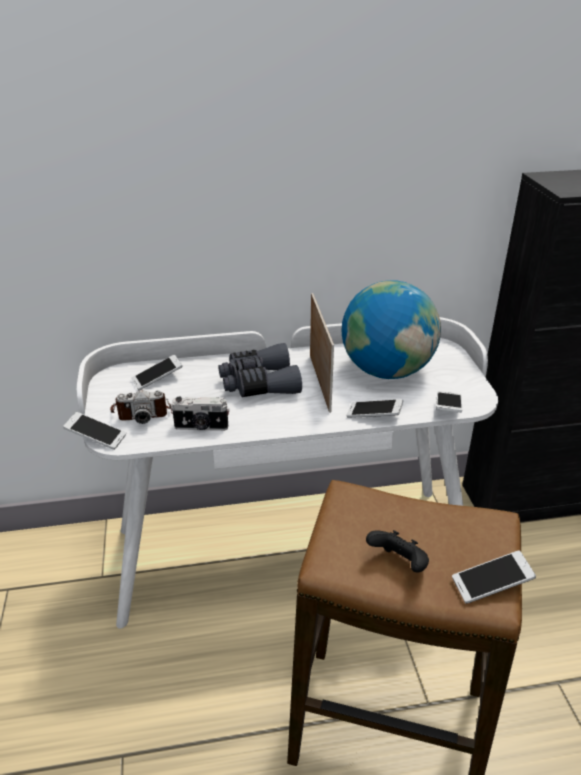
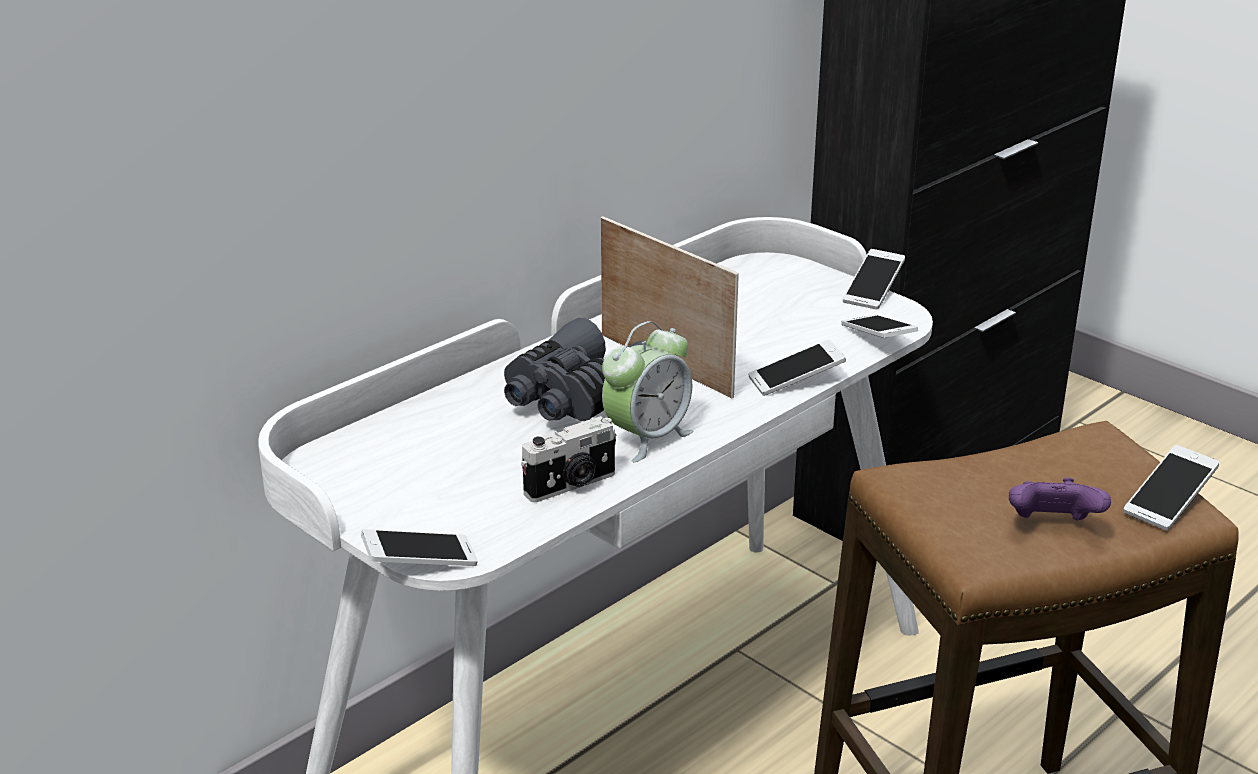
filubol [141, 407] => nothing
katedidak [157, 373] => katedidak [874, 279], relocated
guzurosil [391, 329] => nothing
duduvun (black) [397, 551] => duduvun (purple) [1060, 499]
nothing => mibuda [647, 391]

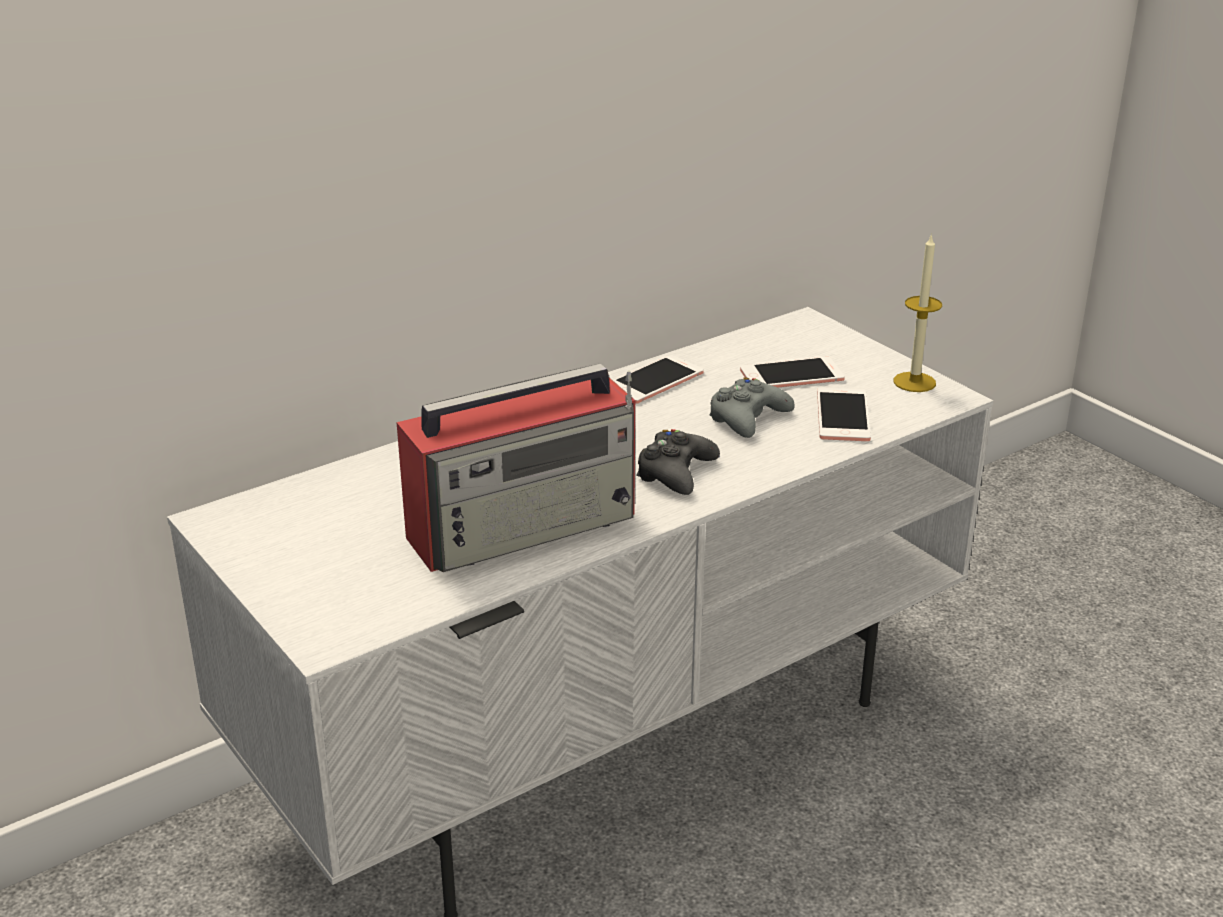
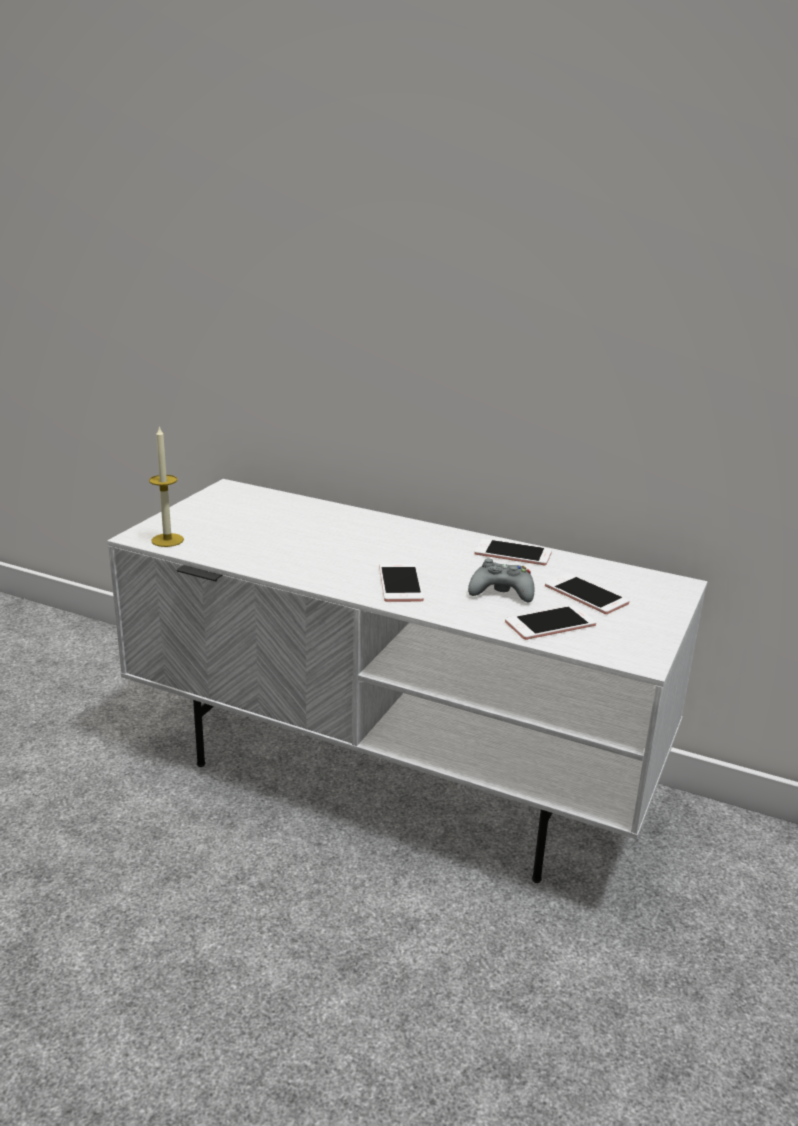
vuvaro [516, 467] => nothing
duduvun (black) [678, 462] => katedidak [401, 583]
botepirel [918, 312] => botepirel [166, 486], relocated

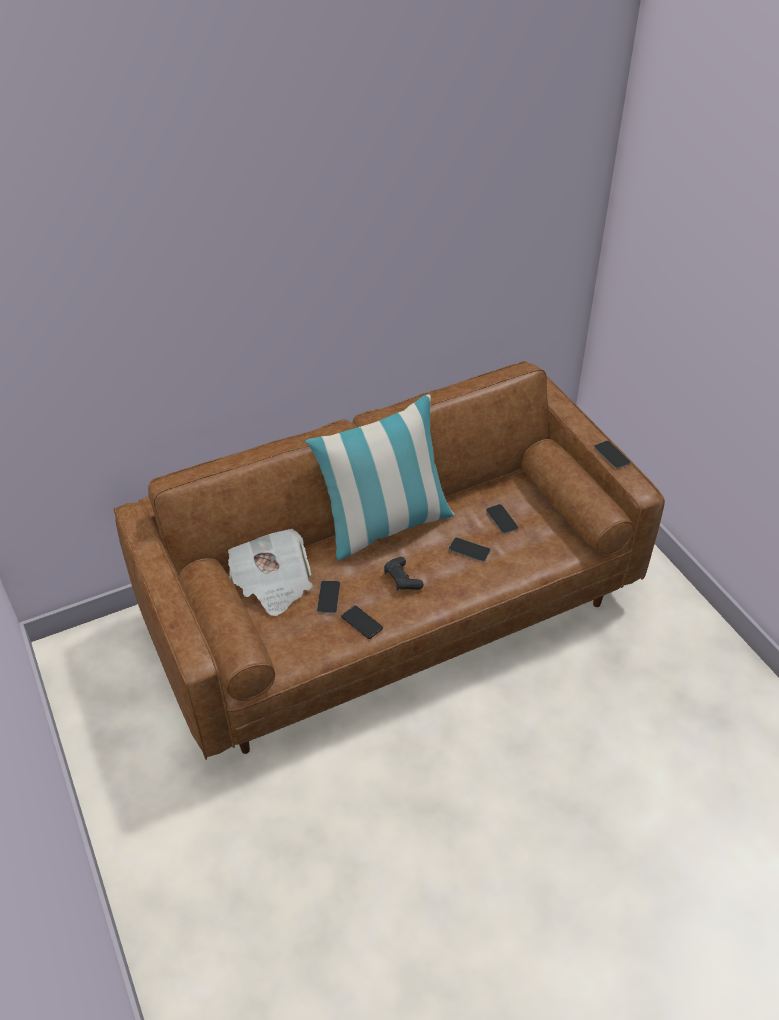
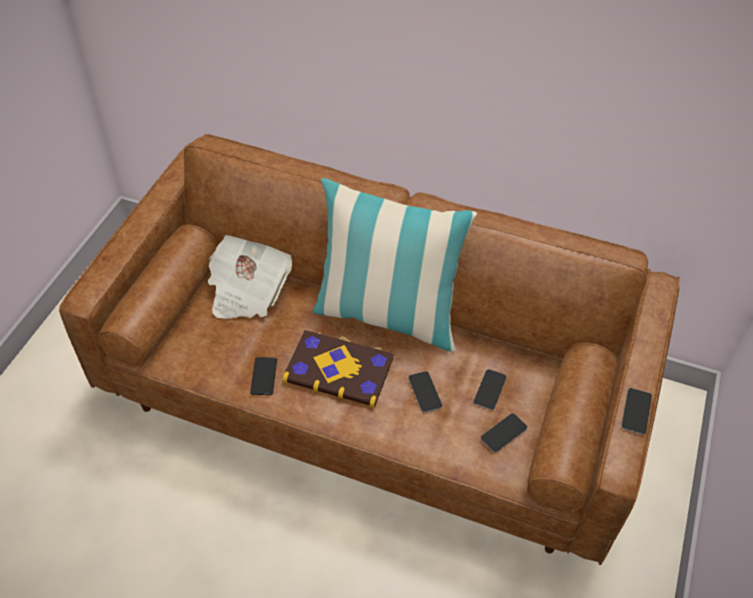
katedidak [328, 597] => katedidak [504, 432], relocated
duduvun (black) [403, 573] => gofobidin [338, 368]

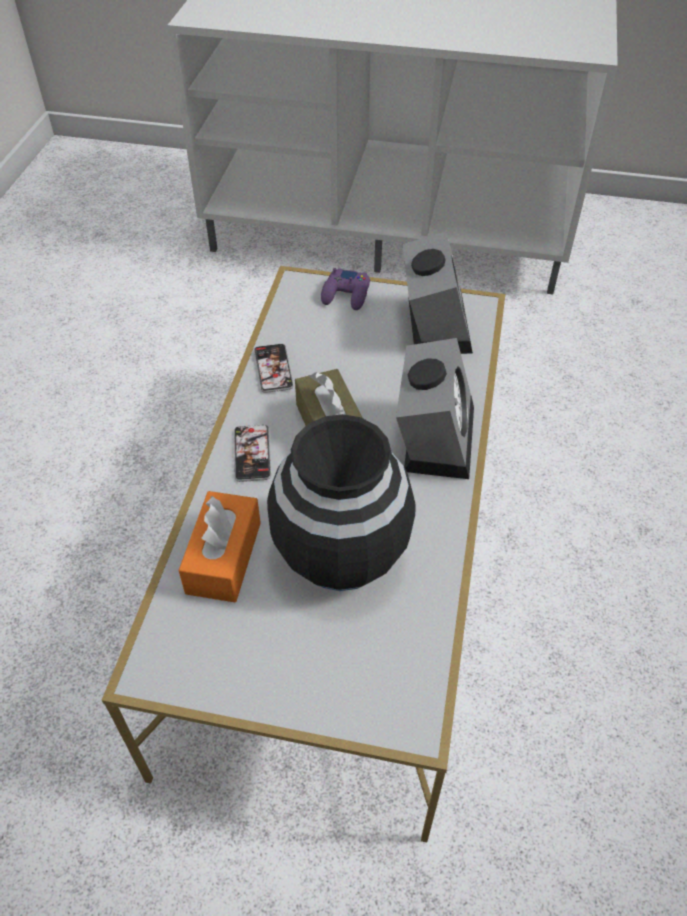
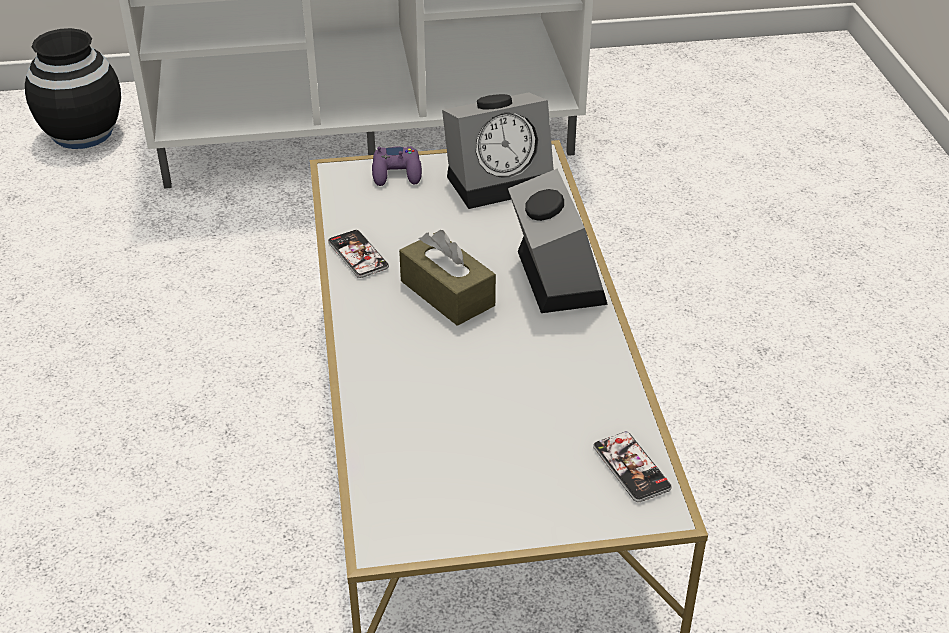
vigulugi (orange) [219, 546] => nothing
katedidak [252, 453] => katedidak [632, 466], relocated
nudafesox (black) [341, 502] => nudafesox (black) [73, 88], relocated
mibuda [438, 292] => mibuda [498, 150], 90 degrees clockwise

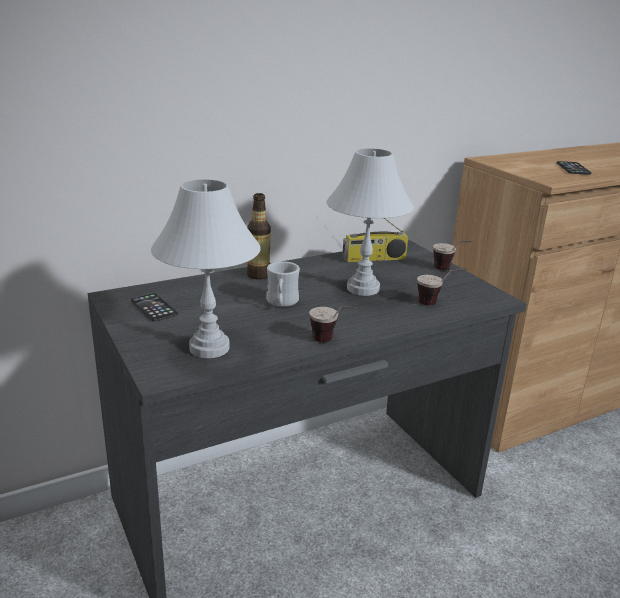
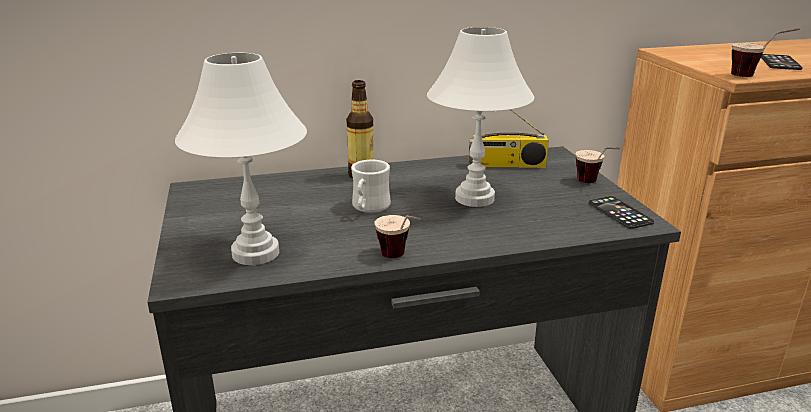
katedidak [154, 307] => katedidak [621, 212], relocated
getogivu [442, 287] => getogivu [765, 52], relocated

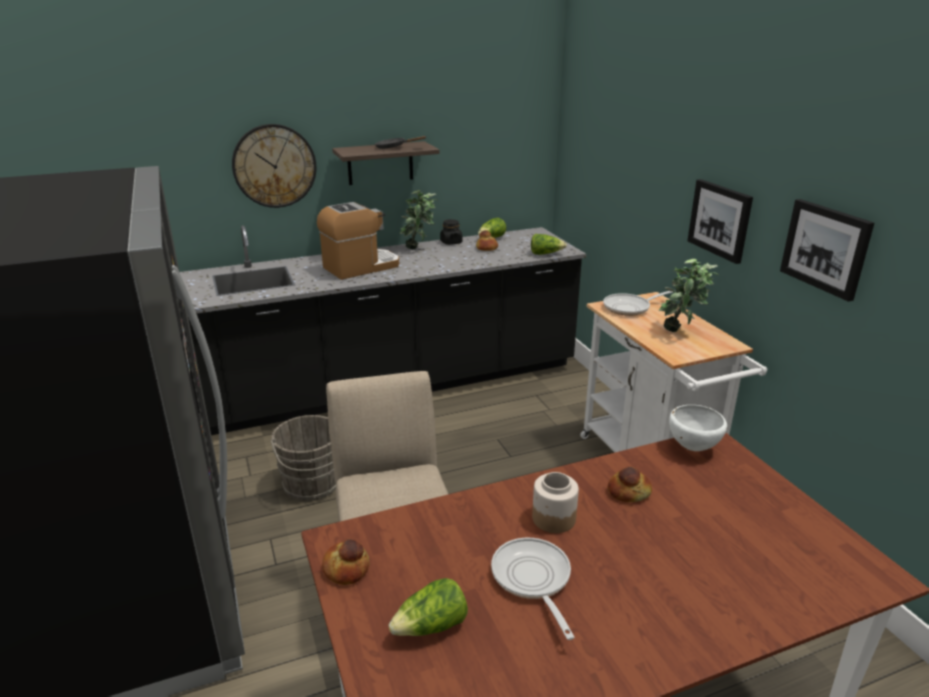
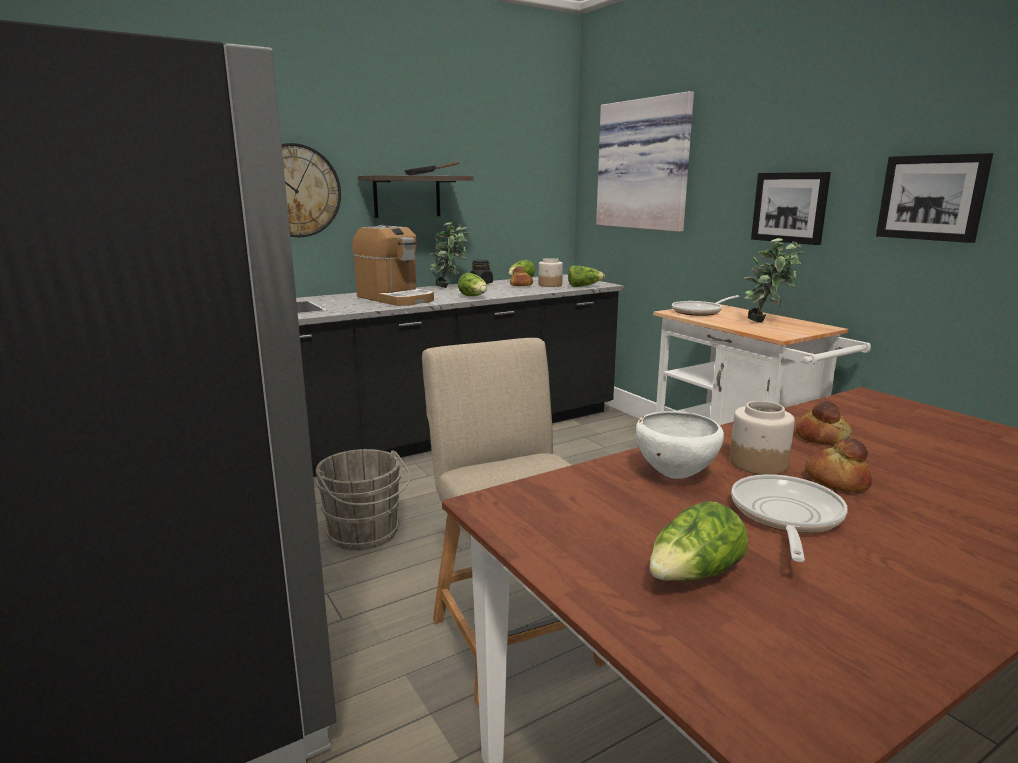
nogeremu [358, 241] => nogeremu [393, 265], 90 degrees clockwise
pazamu [345, 562] => pazamu [838, 465], relocated
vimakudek [533, 589] => vimakudek [789, 518], 45 degrees clockwise
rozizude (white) [698, 428] => rozizude (white) [680, 445], relocated
nothing => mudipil [472, 284]
nothing => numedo [550, 272]
nothing => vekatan [645, 161]

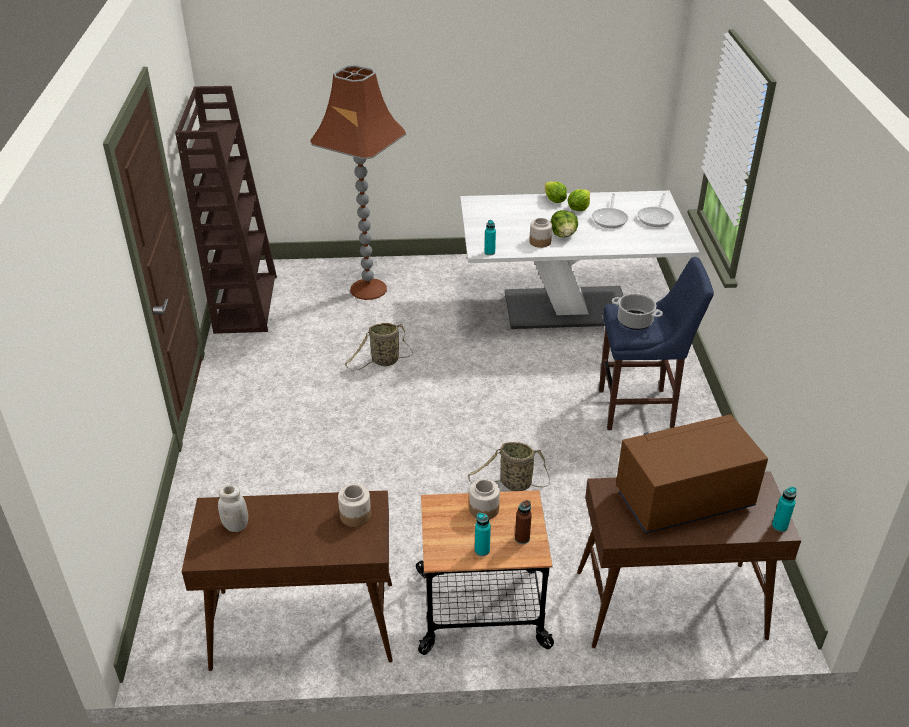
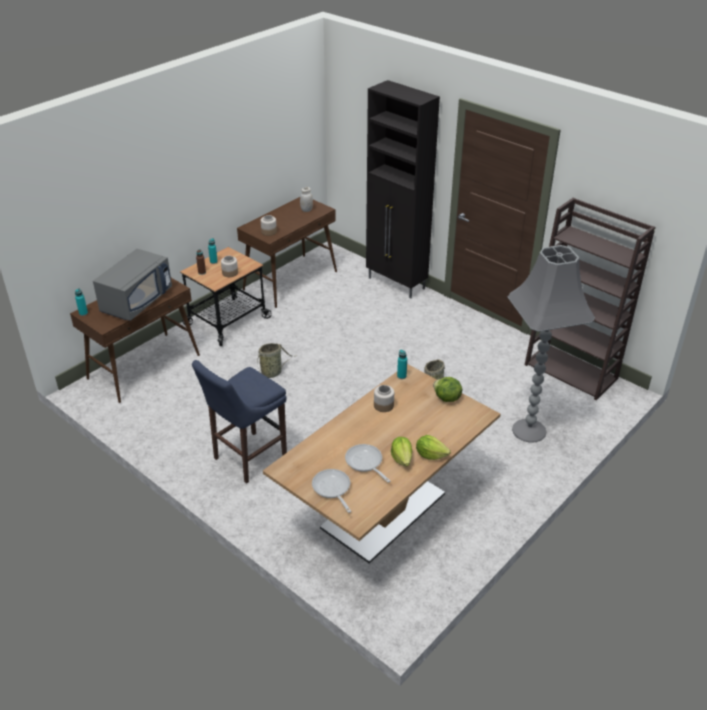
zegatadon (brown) [358, 182] => zegatadon (grey) [551, 344]
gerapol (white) [580, 260] => gerapol (brown) [381, 464]
mudipil [564, 223] => mudipil [447, 389], relocated
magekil [637, 311] => nothing
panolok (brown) [692, 474] => panolok (grey) [132, 285]
nothing => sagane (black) [403, 189]

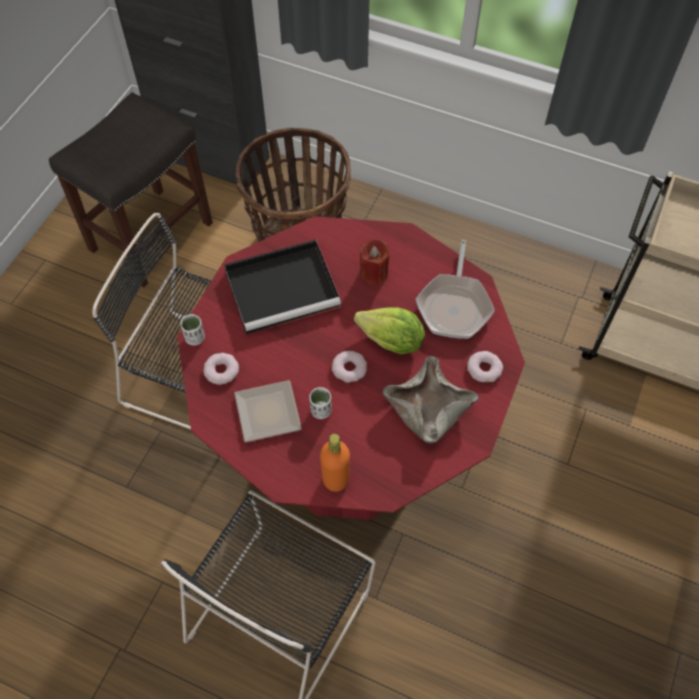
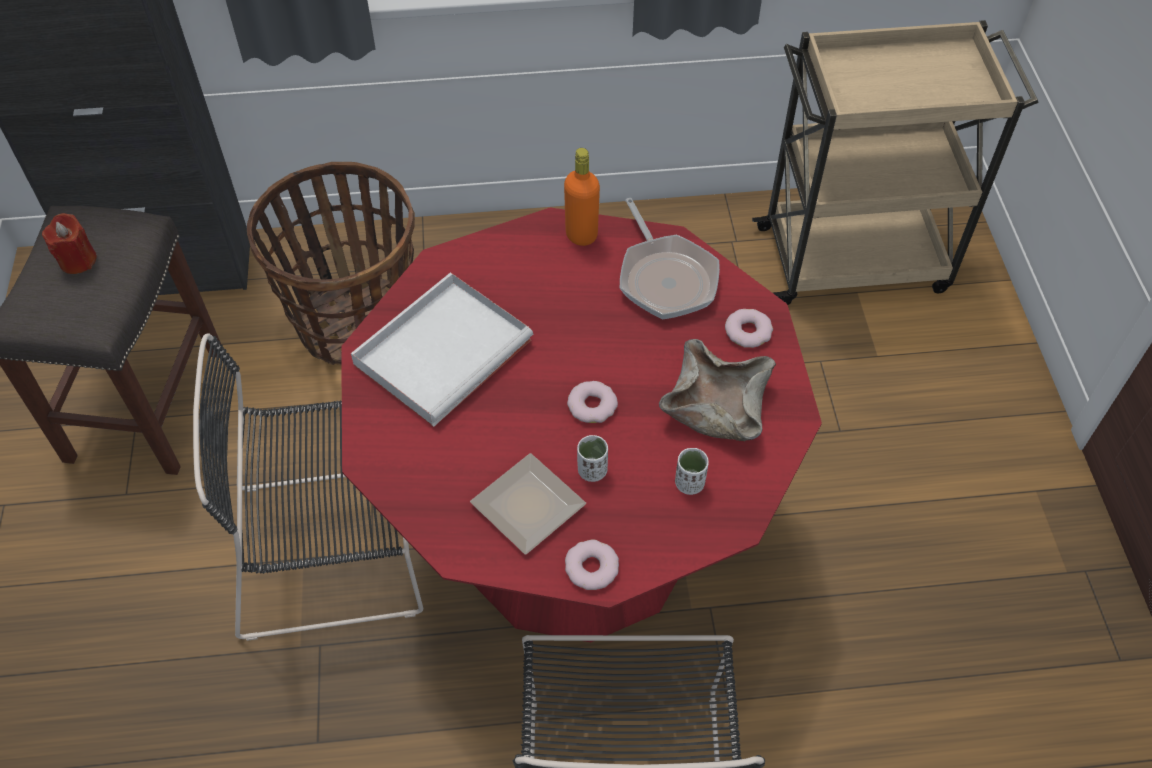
getogivu (white) [193, 330] => getogivu (white) [692, 471], relocated
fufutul [221, 369] => fufutul [592, 564], relocated
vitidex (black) [282, 287] => vitidex (white) [442, 349]
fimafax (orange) [335, 463] => fimafax (orange) [582, 197], relocated
mudipil [389, 330] => nothing
botepirel (red) [375, 261] => botepirel (red) [69, 243], relocated

